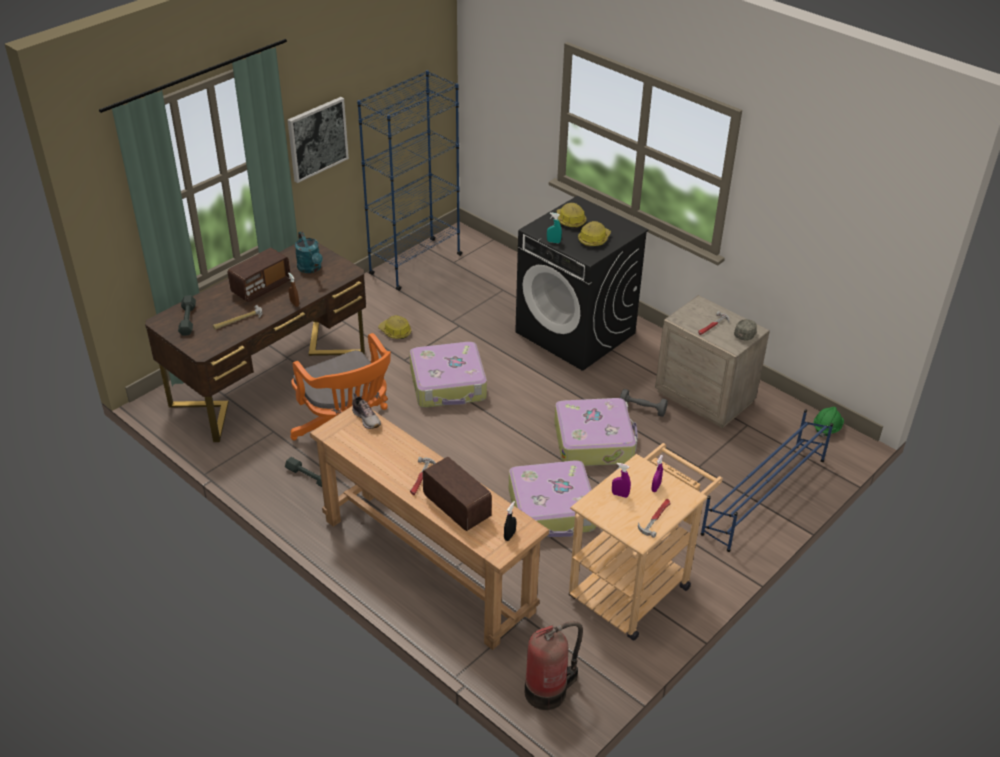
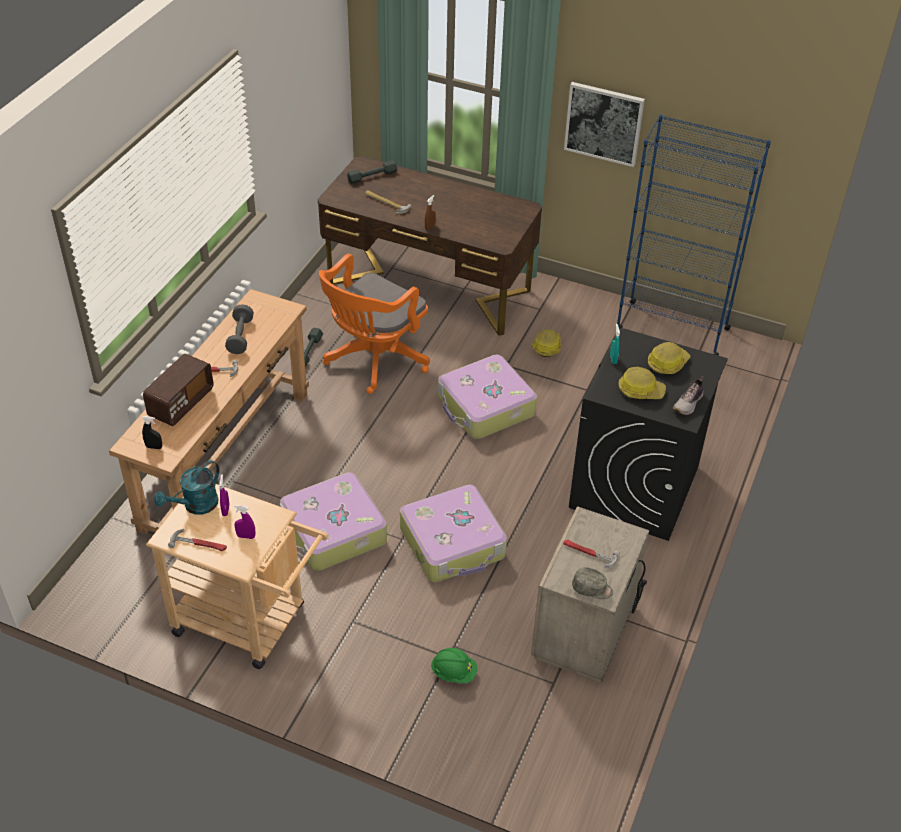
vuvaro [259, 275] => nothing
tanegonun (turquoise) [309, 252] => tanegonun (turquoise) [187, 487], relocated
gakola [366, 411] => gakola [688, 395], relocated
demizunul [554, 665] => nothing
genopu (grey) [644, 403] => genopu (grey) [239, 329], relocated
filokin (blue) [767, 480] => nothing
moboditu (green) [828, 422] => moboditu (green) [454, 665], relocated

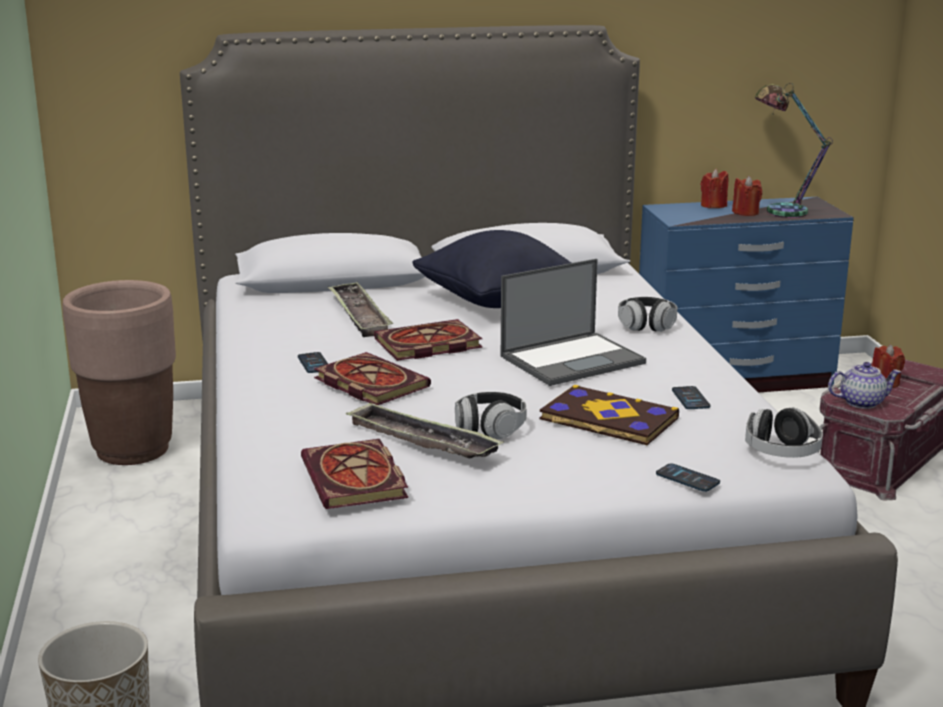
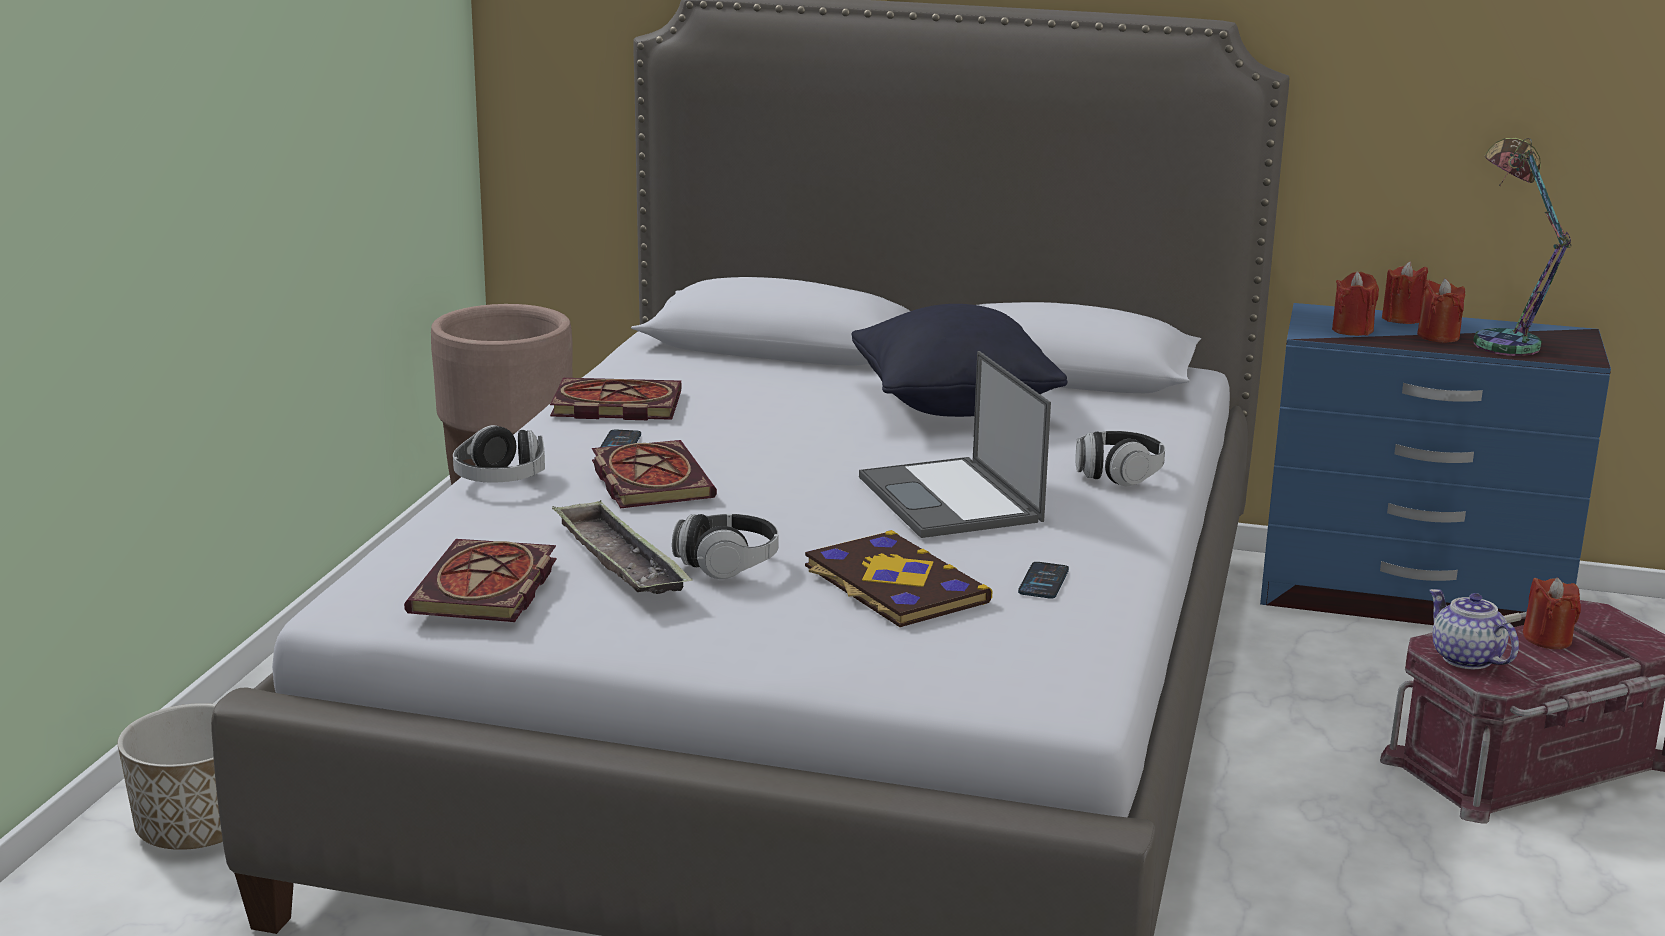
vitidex [360, 309] => nothing
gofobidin [428, 340] => gofobidin [615, 399], relocated
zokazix [573, 322] => zokazix [955, 444], 75 degrees clockwise
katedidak [688, 477] => nothing
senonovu [784, 433] => senonovu [499, 453], relocated
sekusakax [864, 385] => sekusakax [1474, 629], 135 degrees counterclockwise
nothing => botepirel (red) [1355, 303]

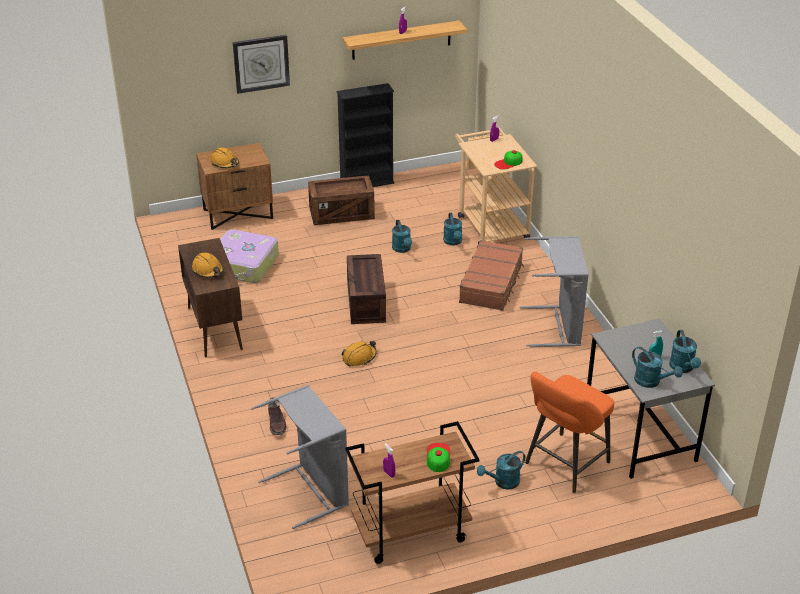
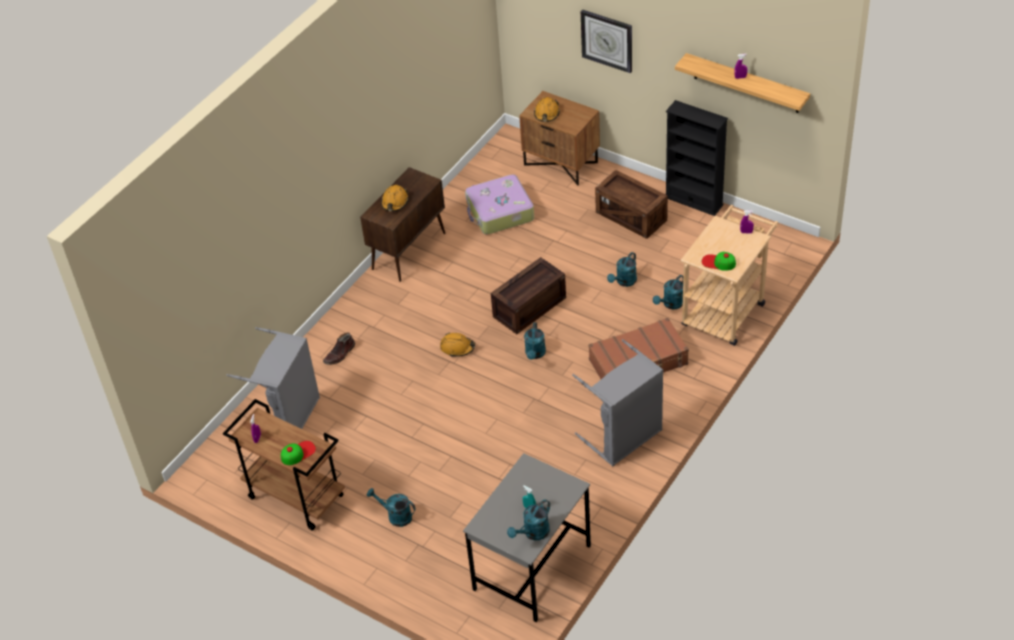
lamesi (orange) [569, 432] => nothing
tanegonun (turquoise) [657, 367] => tanegonun (turquoise) [535, 341], relocated

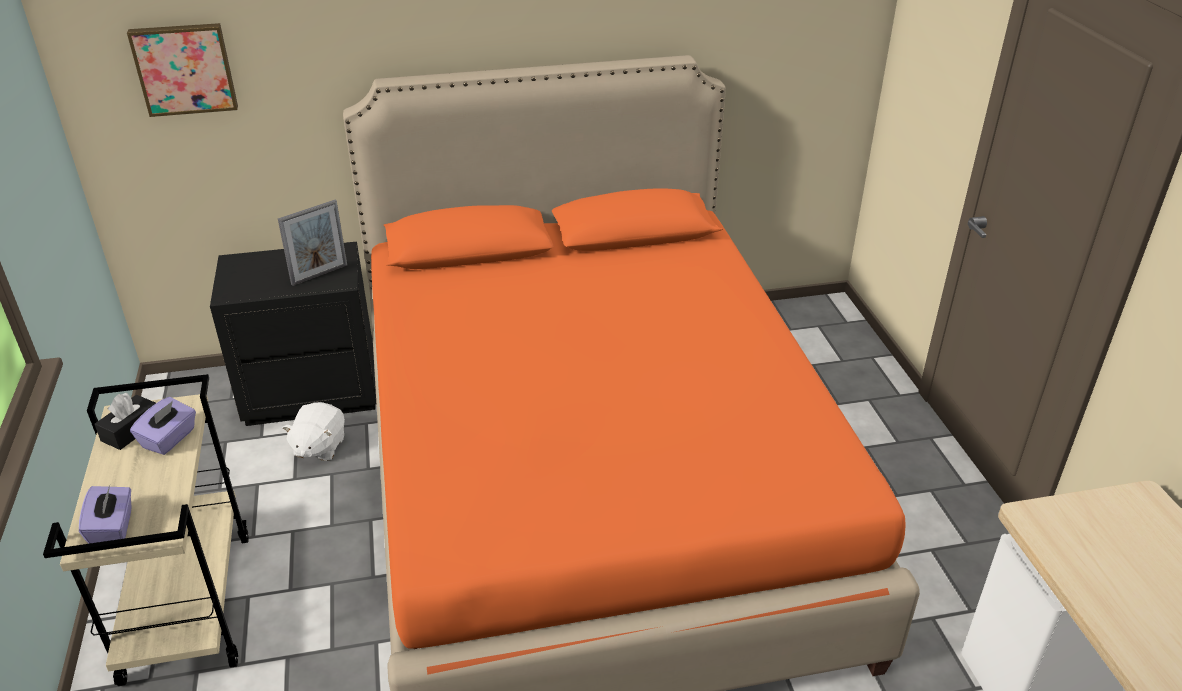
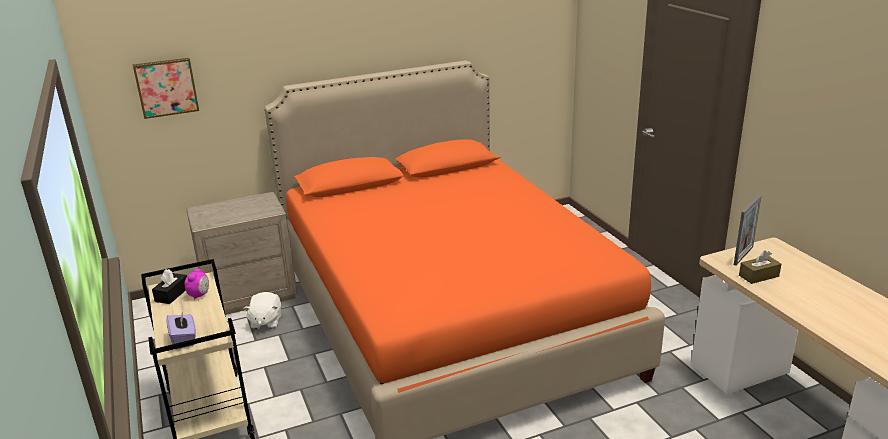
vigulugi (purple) [163, 426] => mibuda [197, 284]
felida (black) [293, 333] => felida (beige) [241, 253]
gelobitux [312, 243] => gelobitux [748, 230], relocated
nothing => vigulugi (brown) [760, 267]

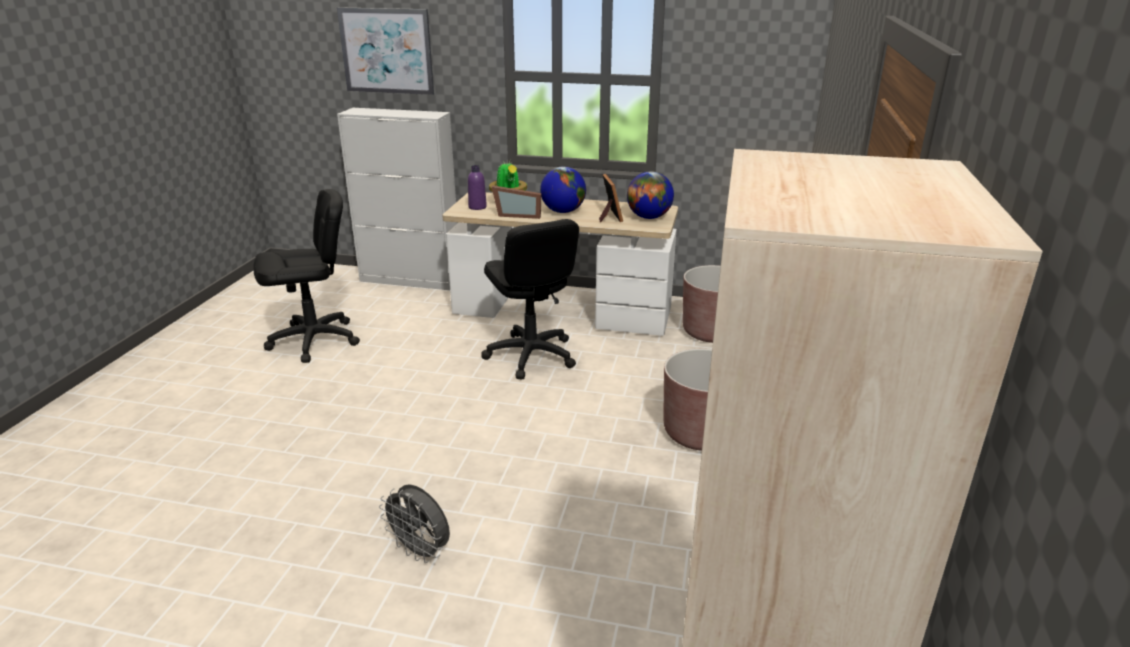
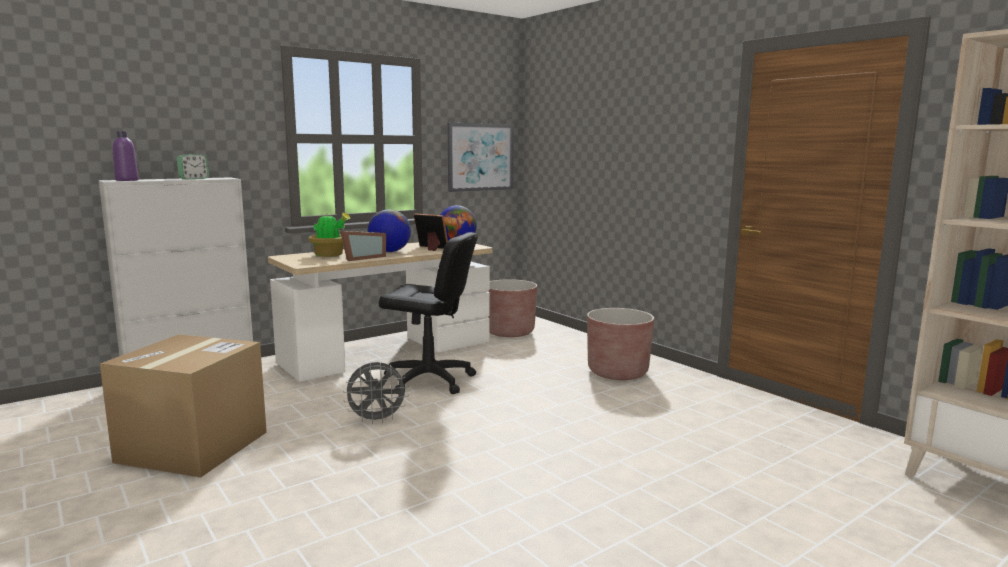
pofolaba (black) [306, 276] => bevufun [183, 405]
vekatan [385, 51] => vekatan [481, 157], relocated
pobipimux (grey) [414, 523] => pobipimux (grey) [376, 393], relocated
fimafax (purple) [477, 187] => fimafax (purple) [126, 156], relocated
nothing => mibuda [193, 166]

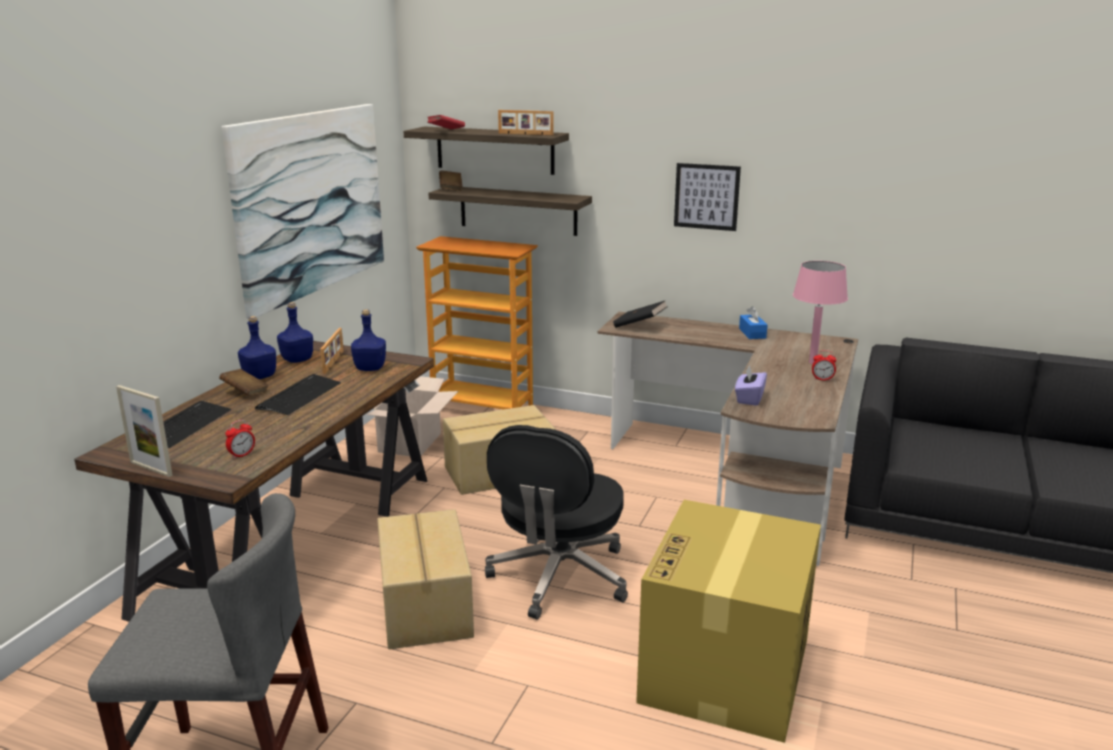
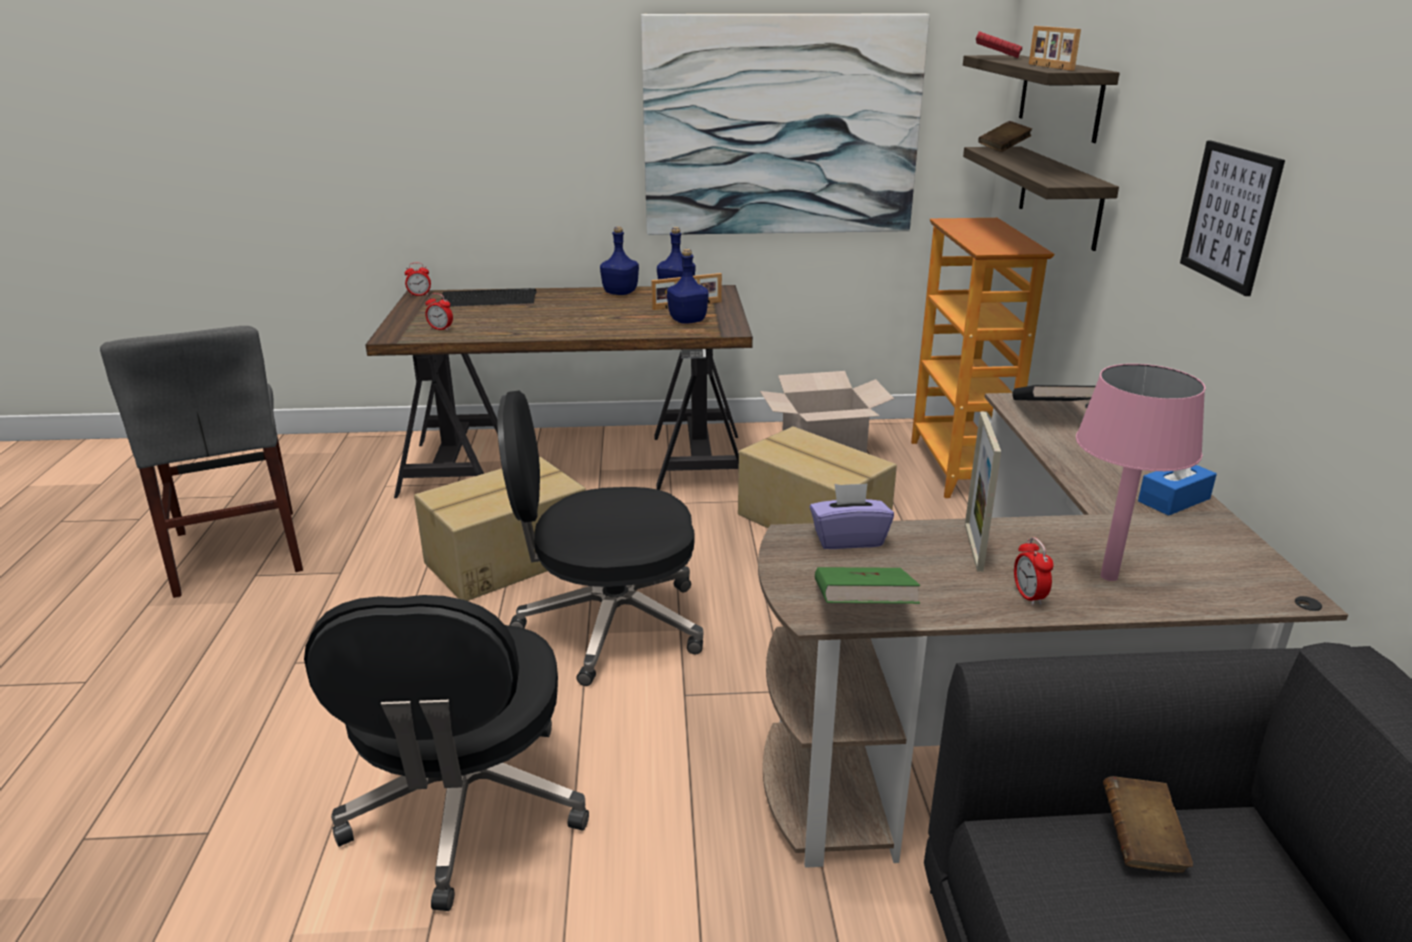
gelobitux [144, 431] => gelobitux [983, 492], relocated
gofobidin (brown) [244, 382] => gofobidin (brown) [1148, 824], relocated
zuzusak [298, 394] => nothing
bevufun [728, 621] => pofolaba (black) [446, 753]
nothing => mibuda [418, 280]
nothing => gofobidin (green) [867, 585]

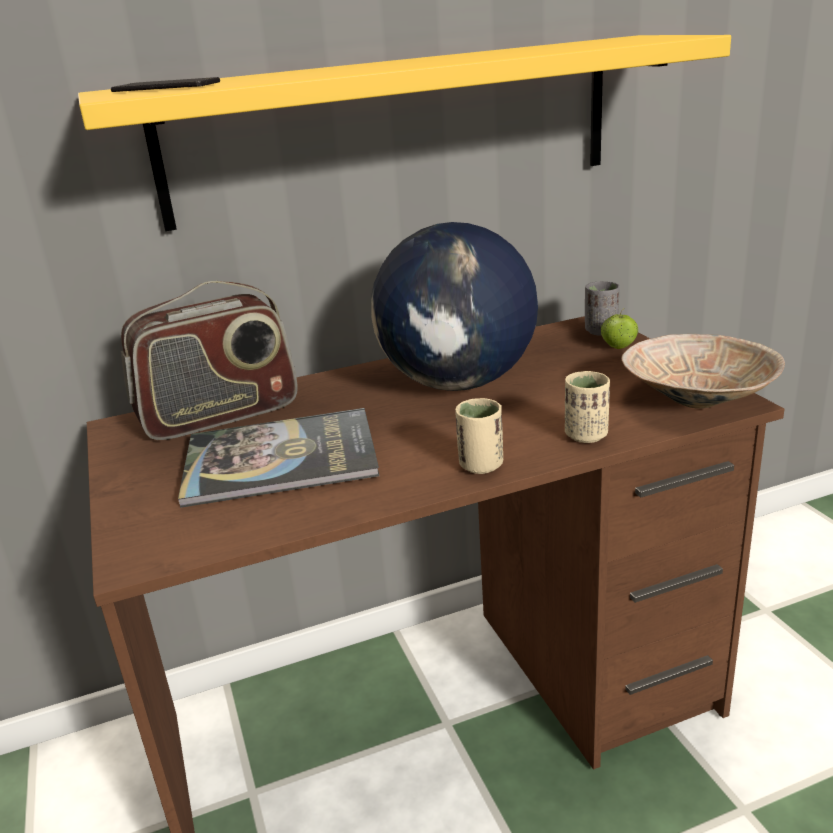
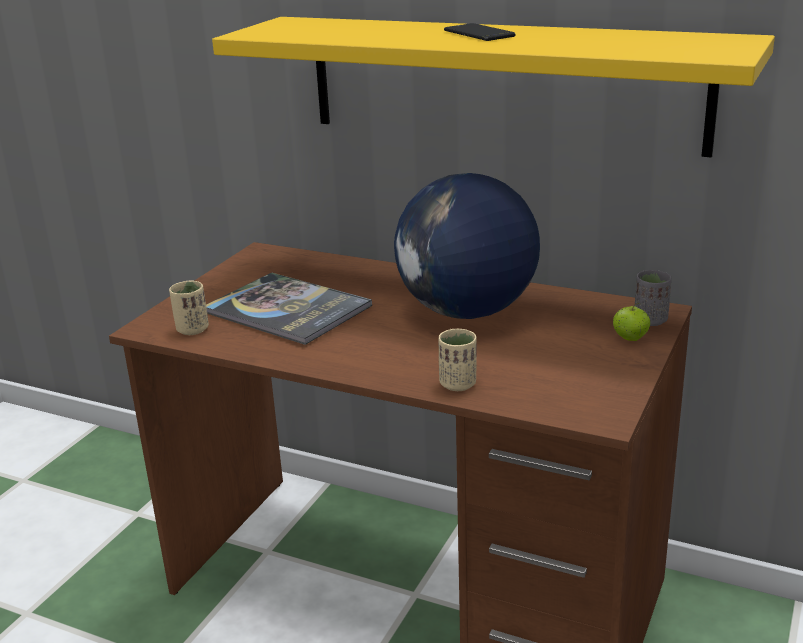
katedidak [165, 84] => katedidak [480, 32], relocated
vuvaro [209, 360] => nothing
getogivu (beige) [479, 436] => getogivu (beige) [189, 307], relocated
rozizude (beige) [703, 371] => nothing

